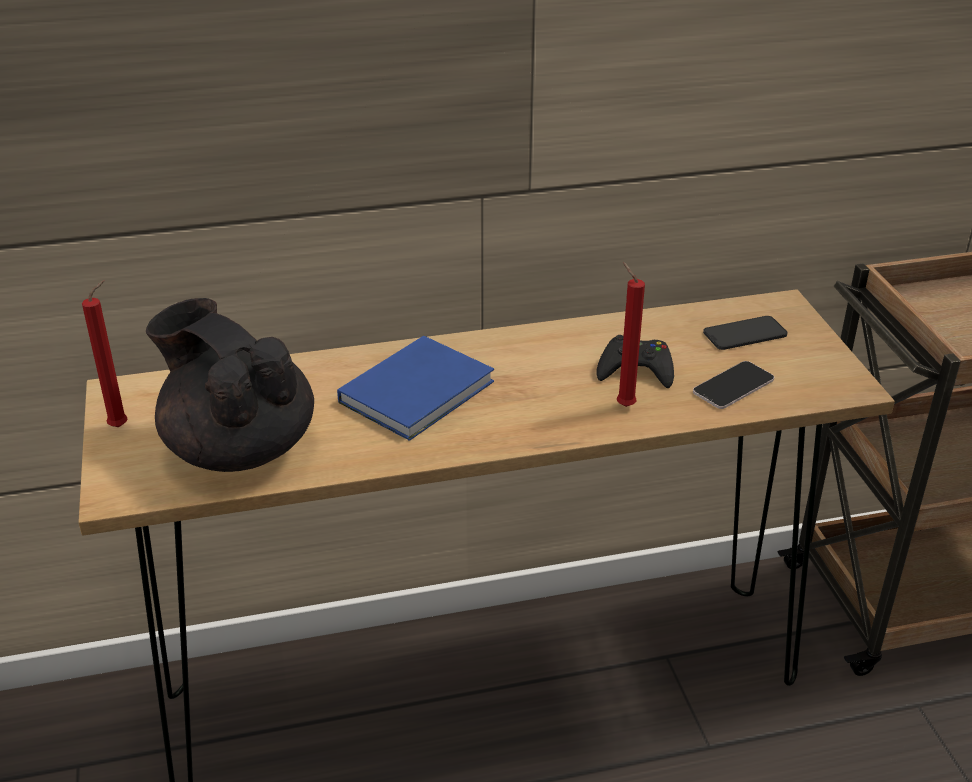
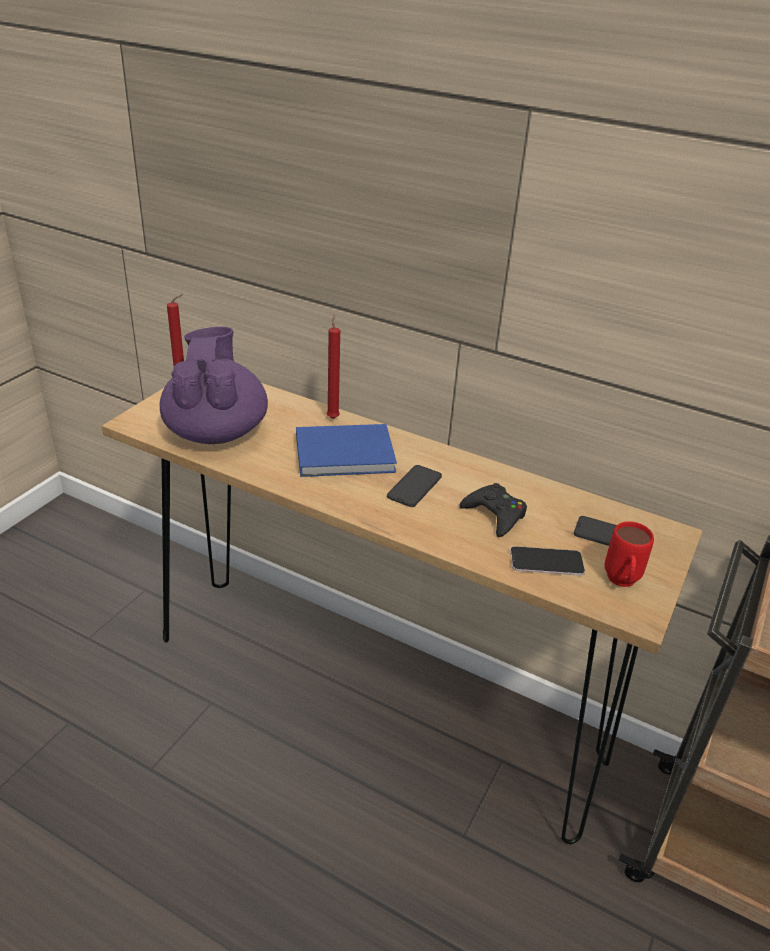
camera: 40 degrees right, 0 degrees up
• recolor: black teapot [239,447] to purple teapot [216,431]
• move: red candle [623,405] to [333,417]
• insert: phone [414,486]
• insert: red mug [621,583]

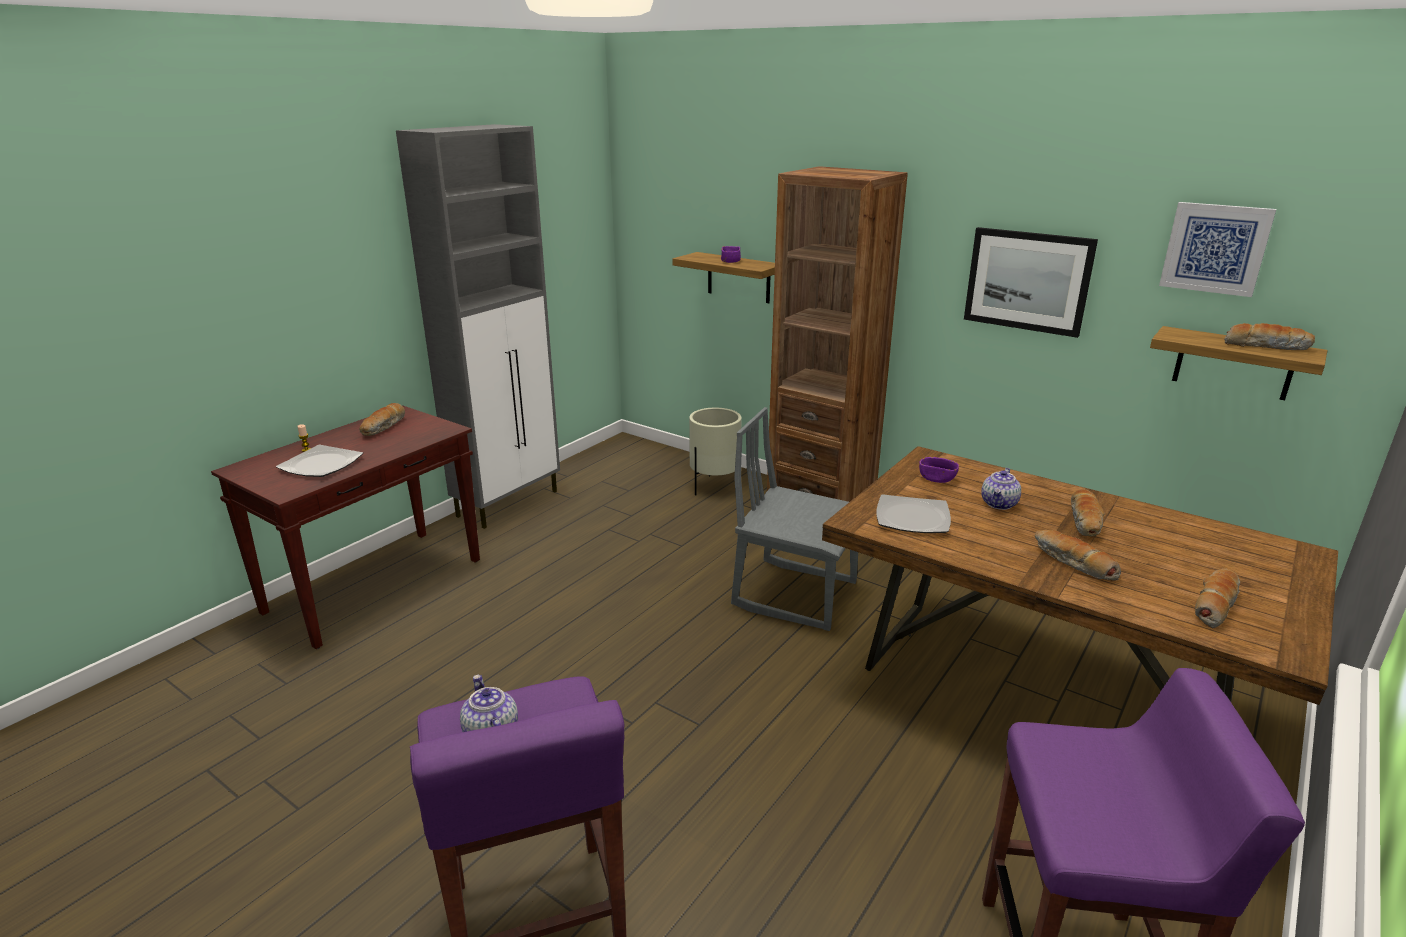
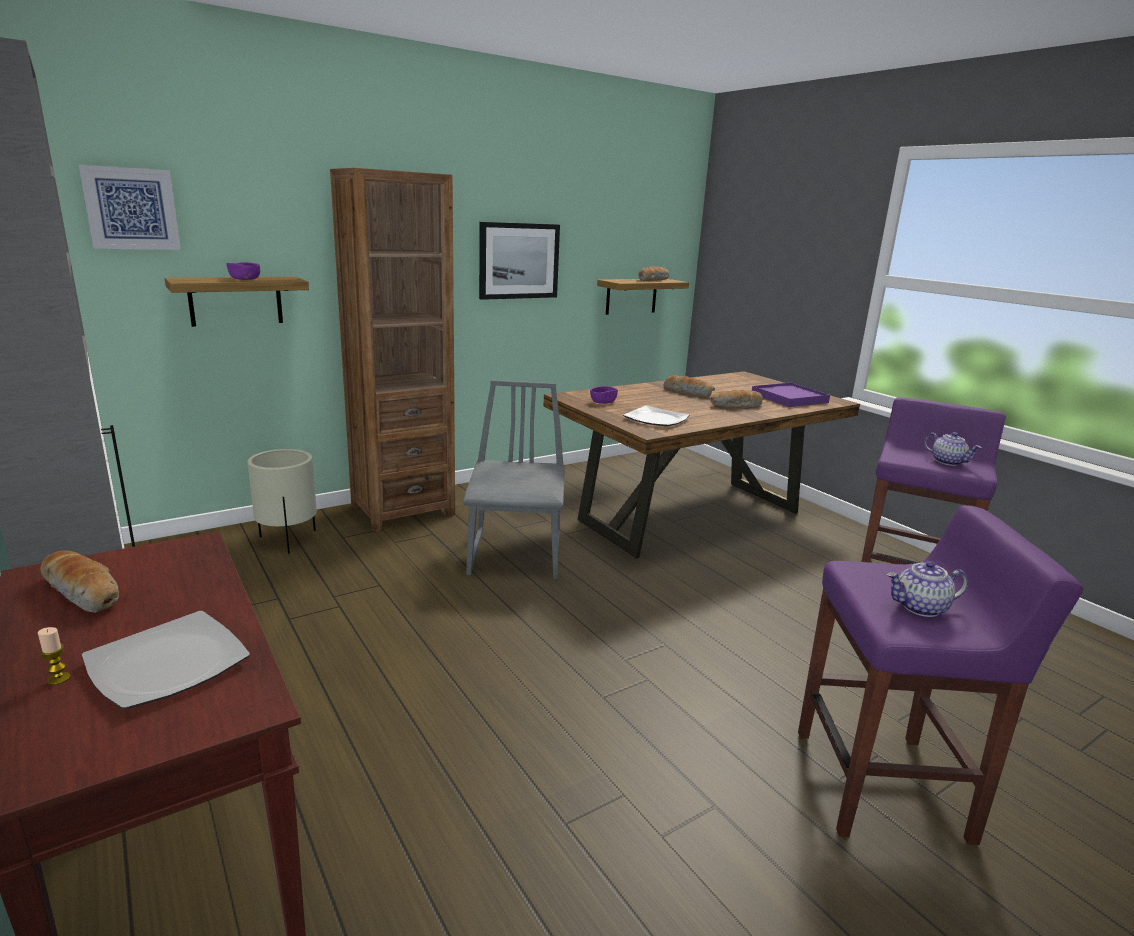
camera: 70 degrees left, 5 degrees down
• rotate: grey chair [795,593] = [517,555] 135 degrees clockwise
• move: teapot [999,504] to [948,462]
• move: picture [1215,248] to [131,208]
• replace: bread [1214,604] to purple tray [789,398]

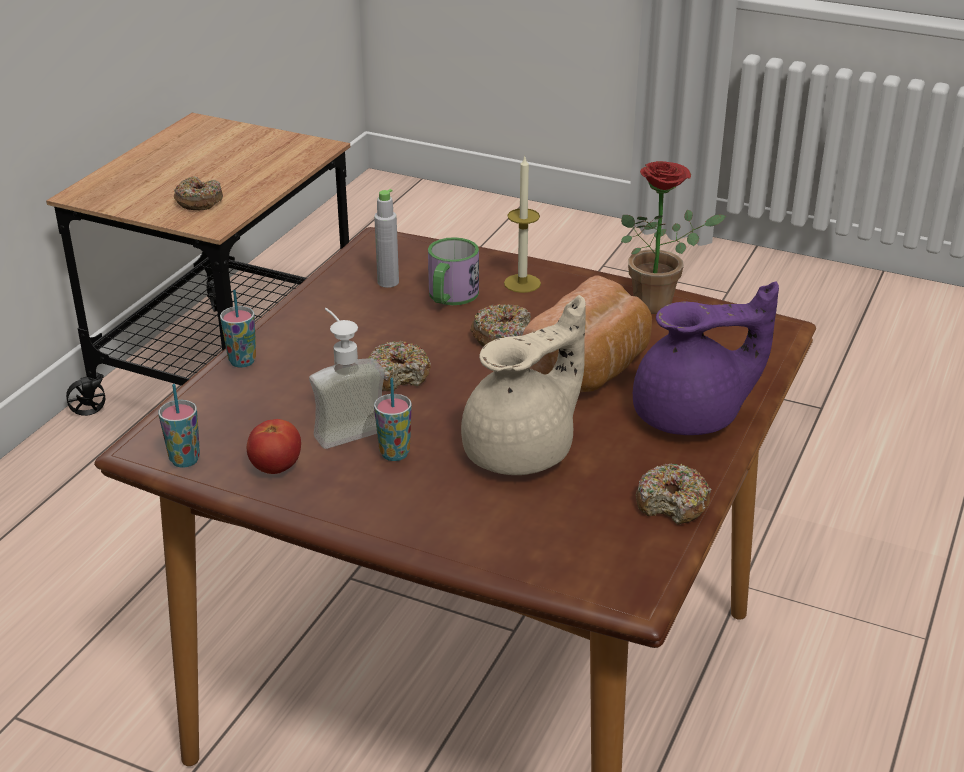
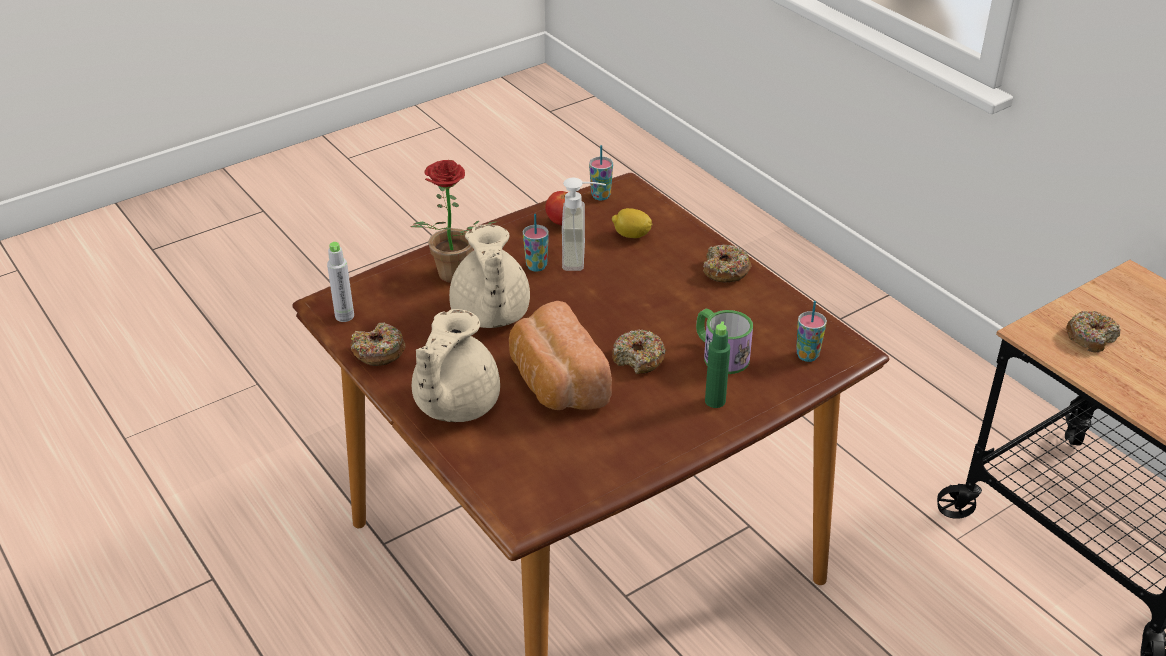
camera: 120 degrees right, 5 degrees up
• move: cup [242,361] to [807,355]
• move: donut [398,375] to [725,271]
• move: grey bottle [388,282] to [344,316]
• replace: candle [522,283] to green bottle [715,401]
• move: potted plant [660,303] to [451,278]
• recolor: purple teapot [692,417] to beige teapot [453,405]
• insert: lemon [631,235]

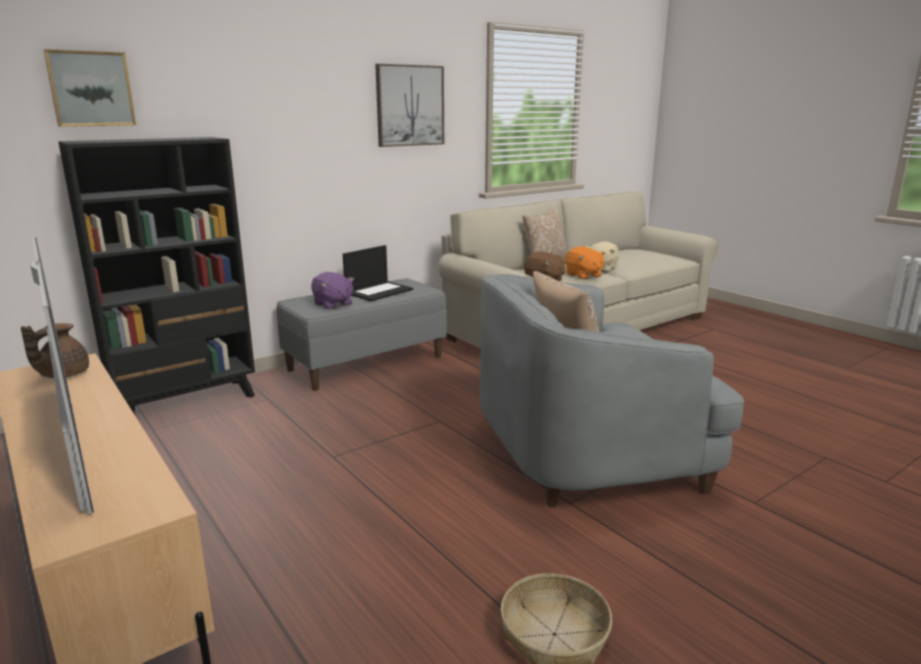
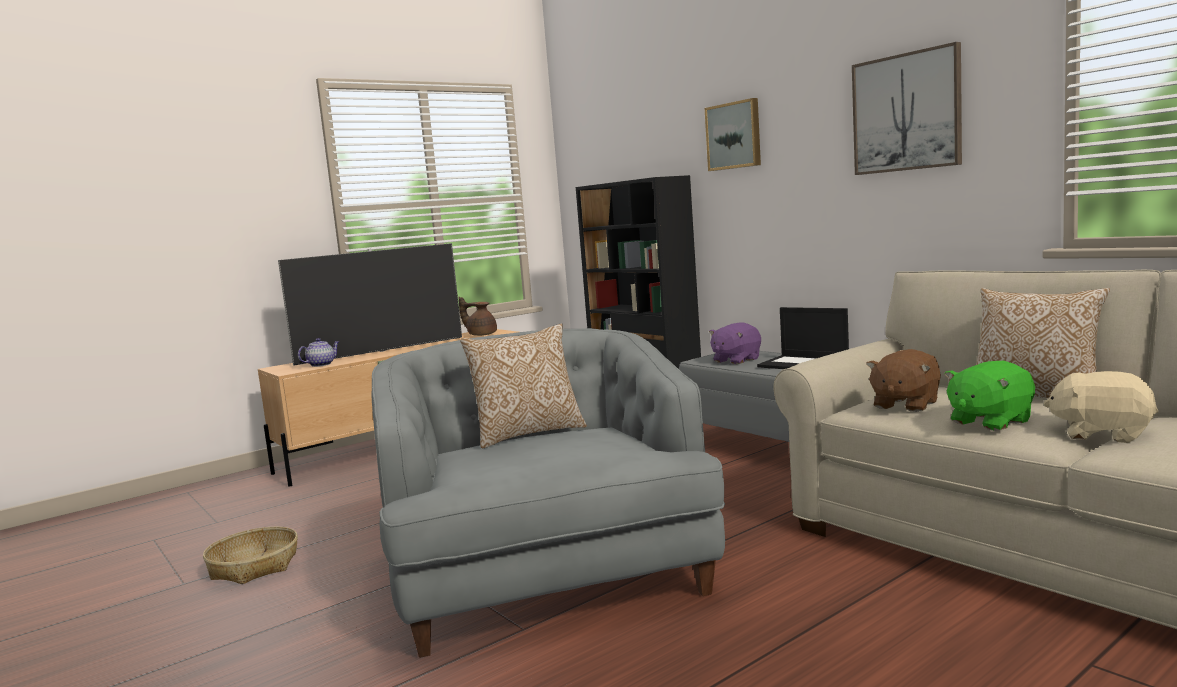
camera: 90 degrees right, 10 degrees down
• move: picture [90,89] to [734,135]
• recolor: orange plush toy [583,275] to green plush toy [989,421]
• insert: teapot [321,364]

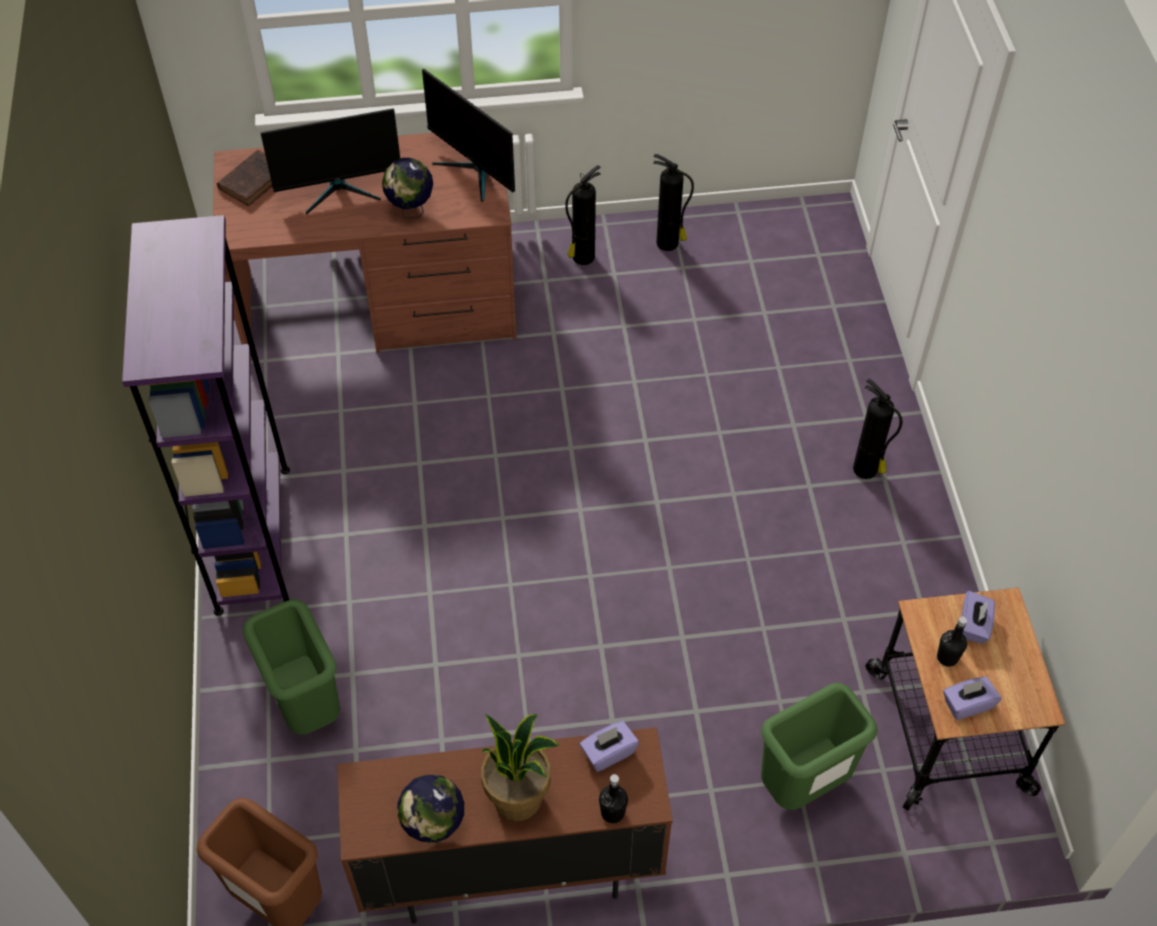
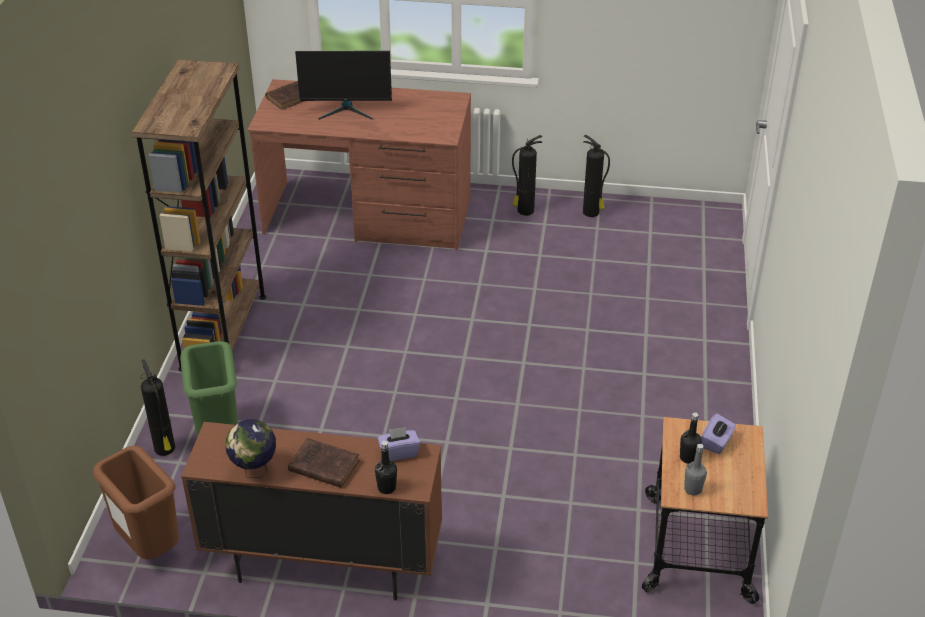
camera: 15 degrees right, 15 degrees down
• recolor: purple bookcase [253,538] to brown bookcase [223,332]
• delete: globe [411,211]
• delete: monitor [474,171]
• replace: potted plant [519,798] to brown book [322,466]
• delete: green trash can [803,786]
• move: fire extinguisher [866,470] to [165,449]
• replace: purple tissue box [967,704] to grey bottle [693,489]

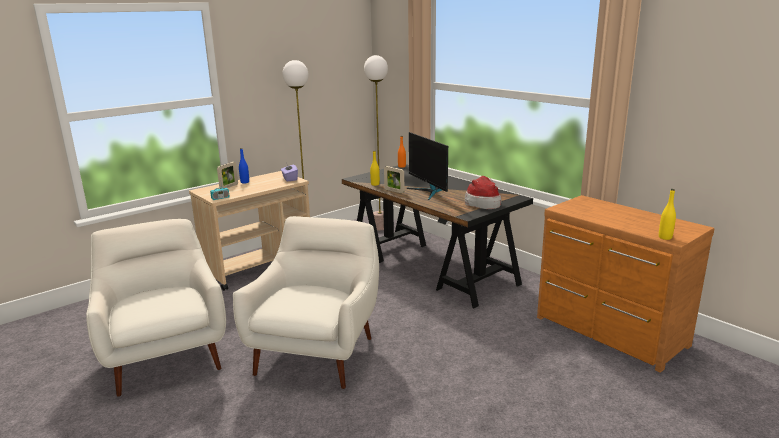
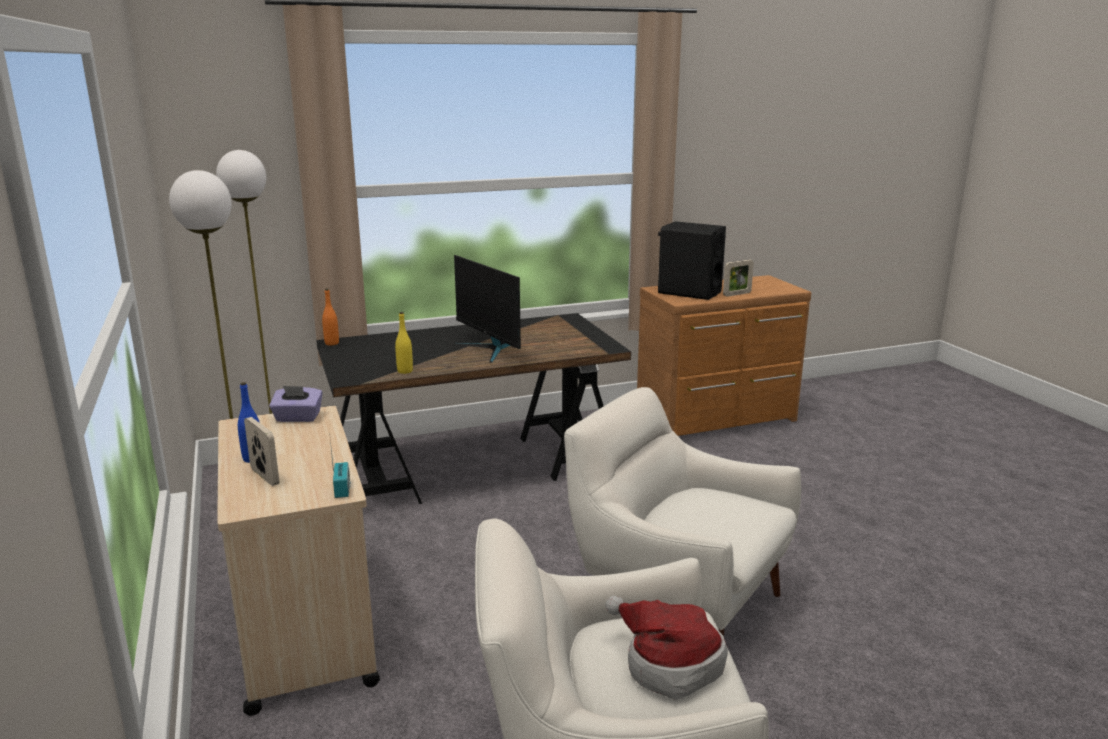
camera: 70 degrees left, 0 degrees up
• move: picture frame [394,191] to [737,294]
• rotate: monitor [429,192] = [490,349] 60 degrees clockwise
• move: hat [483,203] to [668,664]
• delete: yellow bottle [665,237]
• insert: black speaker [689,292]

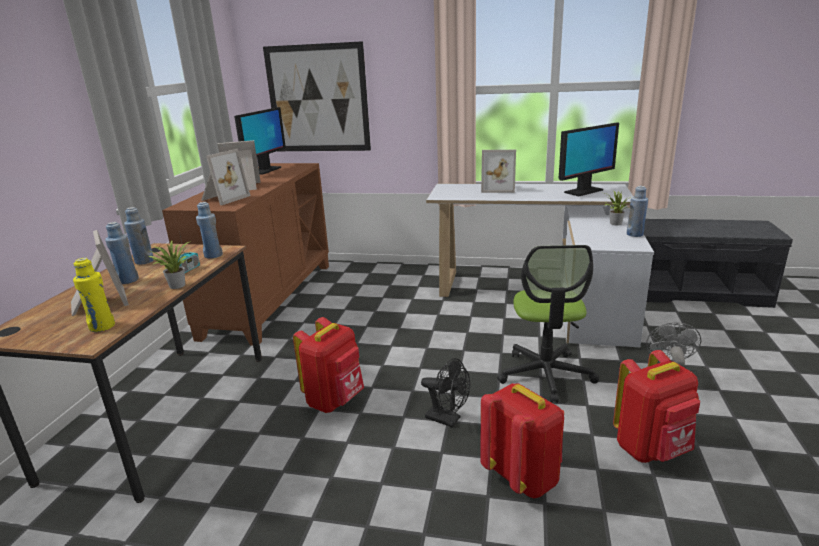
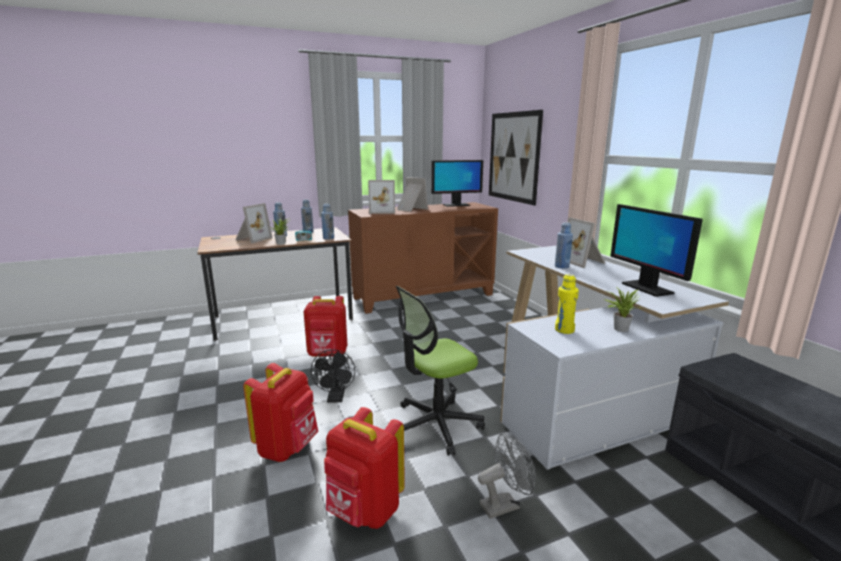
camera: 55 degrees right, 5 degrees down
• move: yellow bottle [102,327] to [564,330]
• rotate: monitor [583,191] = [646,288] 45 degrees clockwise
• move: blue bottle [634,234] to [562,266]

